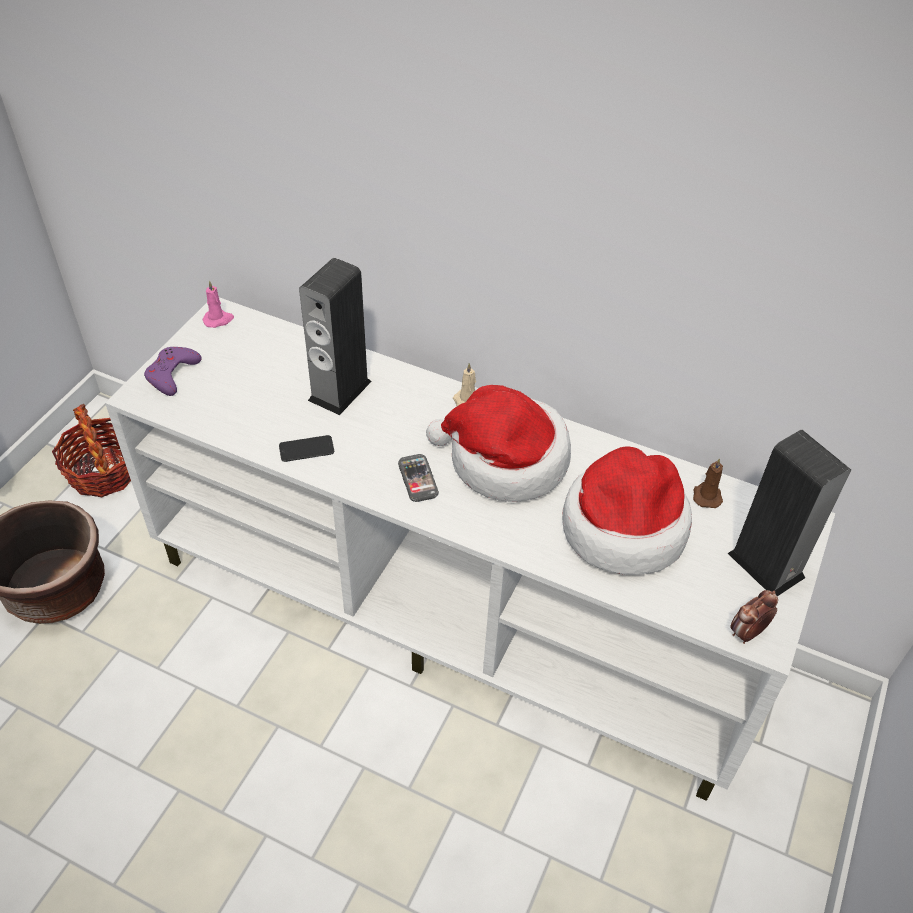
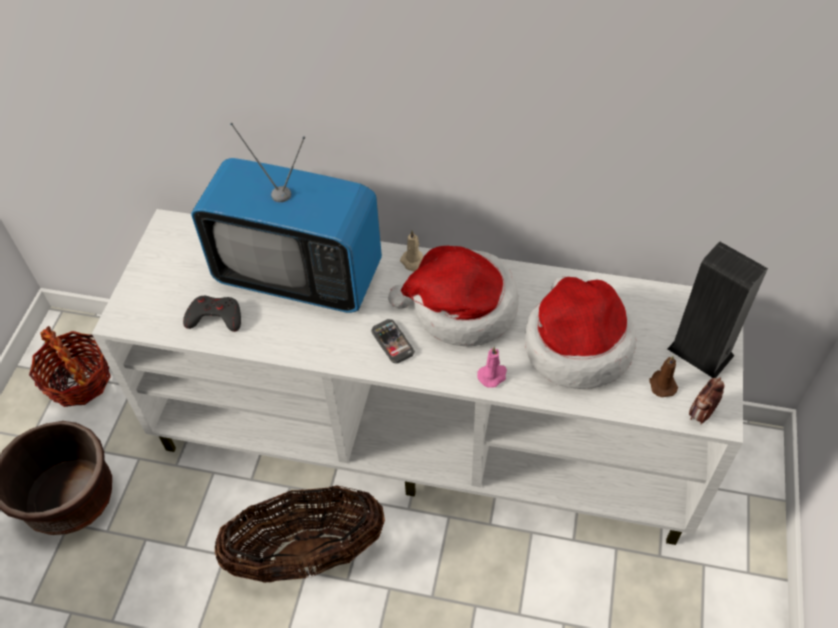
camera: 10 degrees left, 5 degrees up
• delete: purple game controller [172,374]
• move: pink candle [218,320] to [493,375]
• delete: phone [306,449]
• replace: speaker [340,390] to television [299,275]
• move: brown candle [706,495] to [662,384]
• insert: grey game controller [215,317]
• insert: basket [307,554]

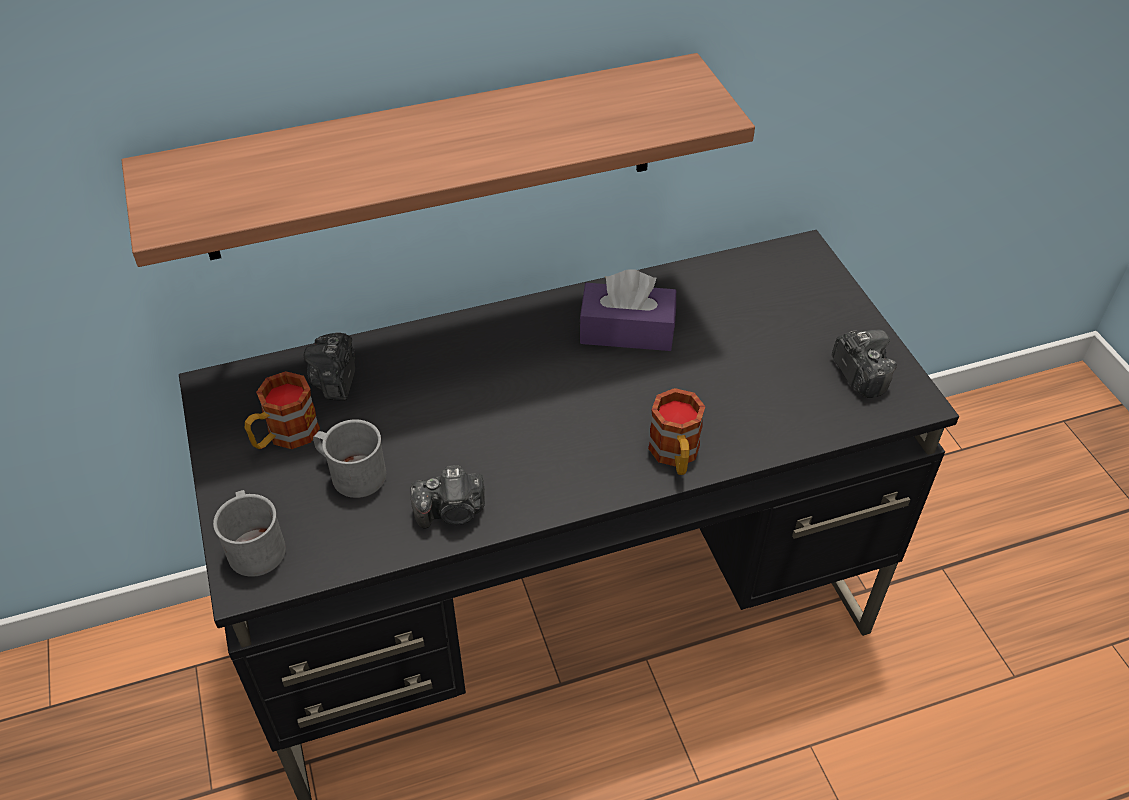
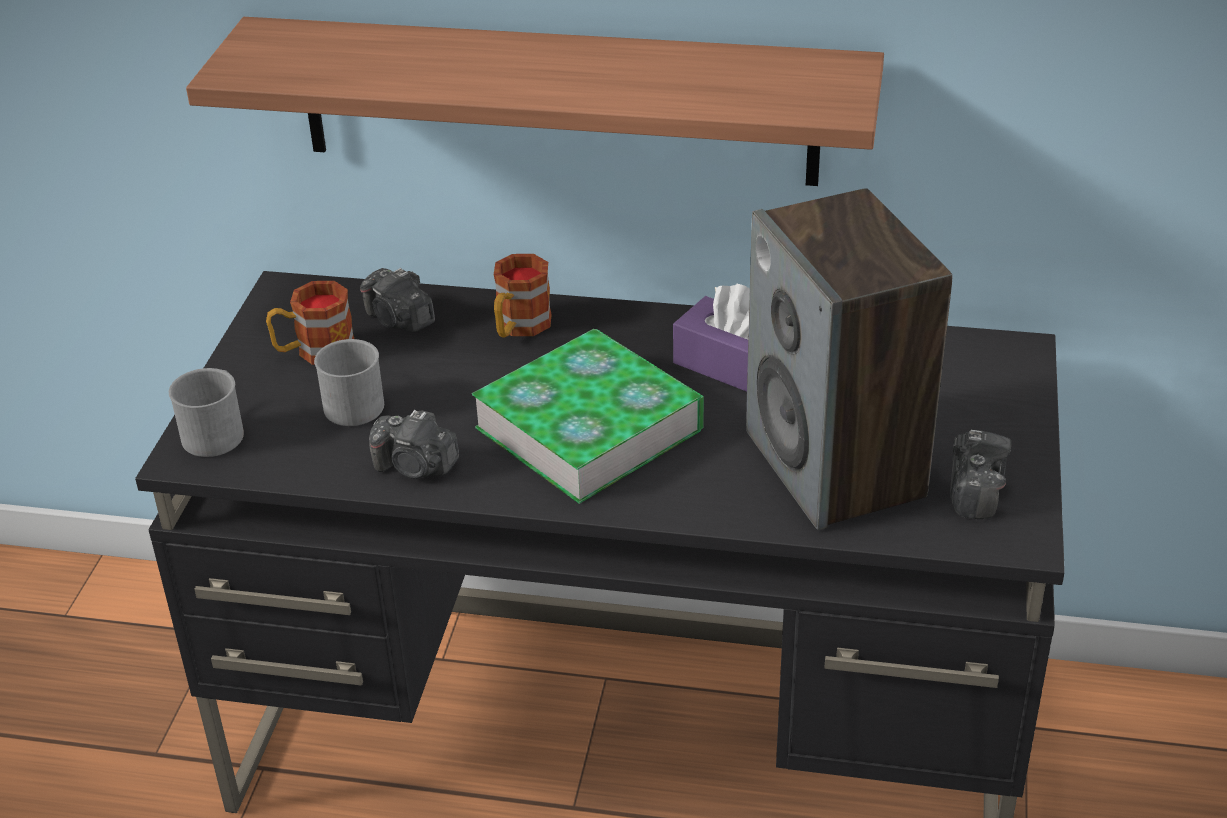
camera: 30 degrees right, 10 degrees down
• rotate: photo camera [335,380] = [399,320] 75 degrees counterclockwise
• move: mug [675,455] to [519,327]
• insert: book [589,428]
• insert: speaker [836,465]

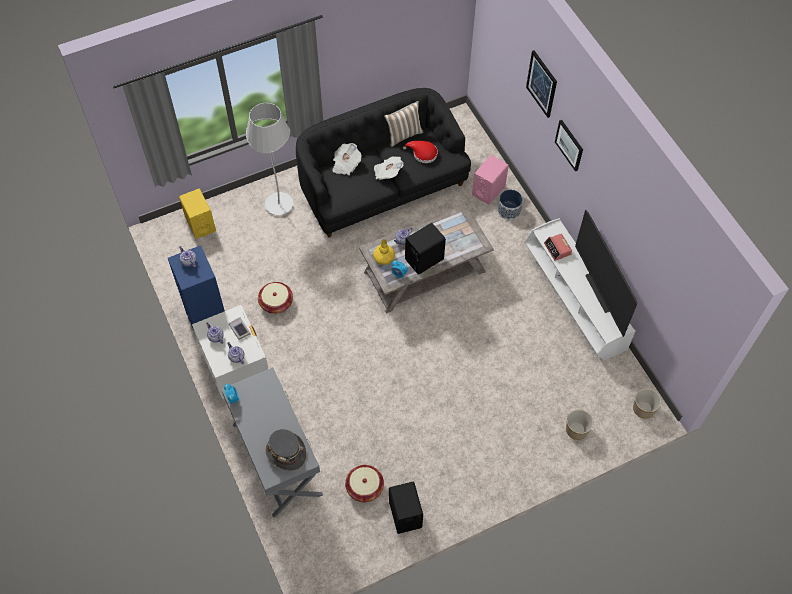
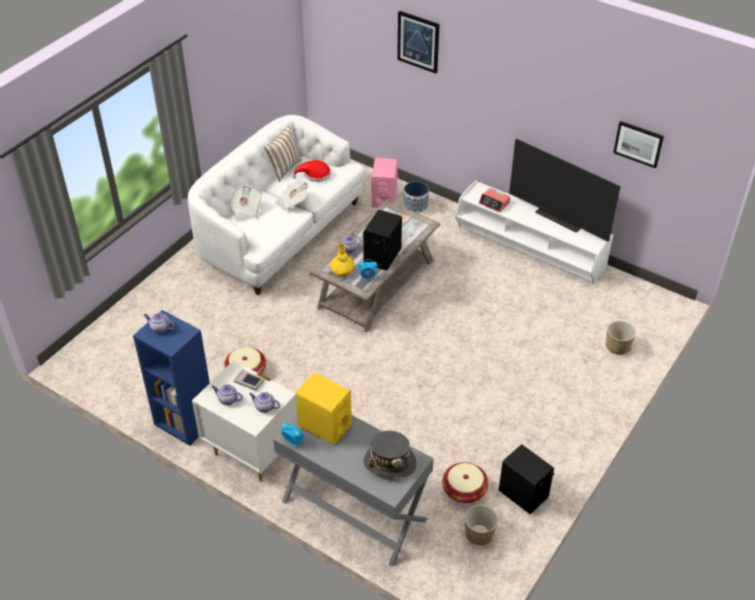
camera: 30 degrees left, 15 degrees down
• move: yellow speaker [200,224] to [324,426]
• delete: white floor lamp [279,205]
• recolor: black sofa [382,186] to white sofa [280,233]
• move: picture [569,145] to [638,143]
• move: planter [643,409] to [479,534]

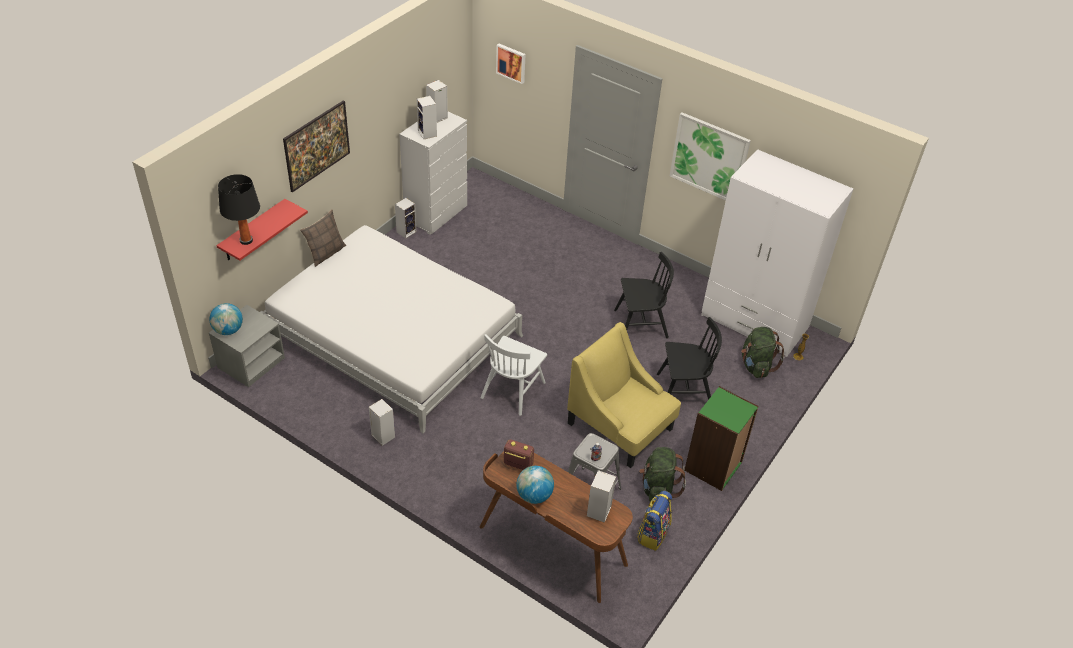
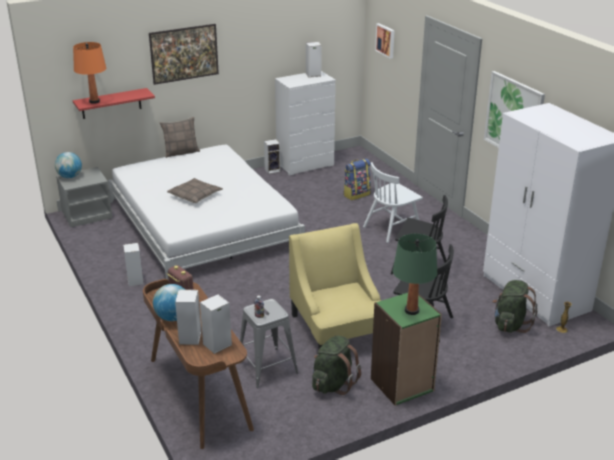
camera: 30 degrees right, 15 degrees down
• recolor: black table lamp [246,240] to orange table lamp [94,101]
• move: speaker [428,134] to [190,338]
• move: white chair [513,390] to [392,228]
• move: backpack [653,533] to [356,194]
• insert: pillow [195,195]
• insert: green table lamp [412,310]

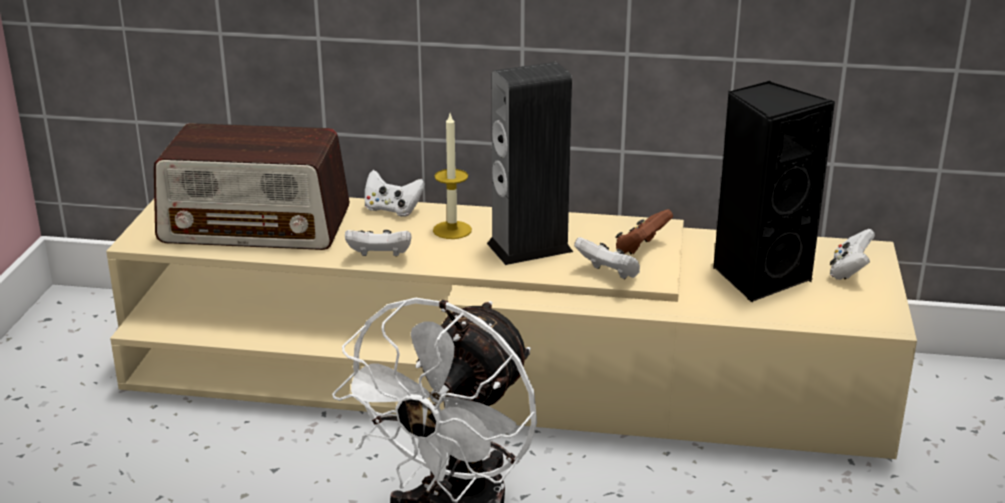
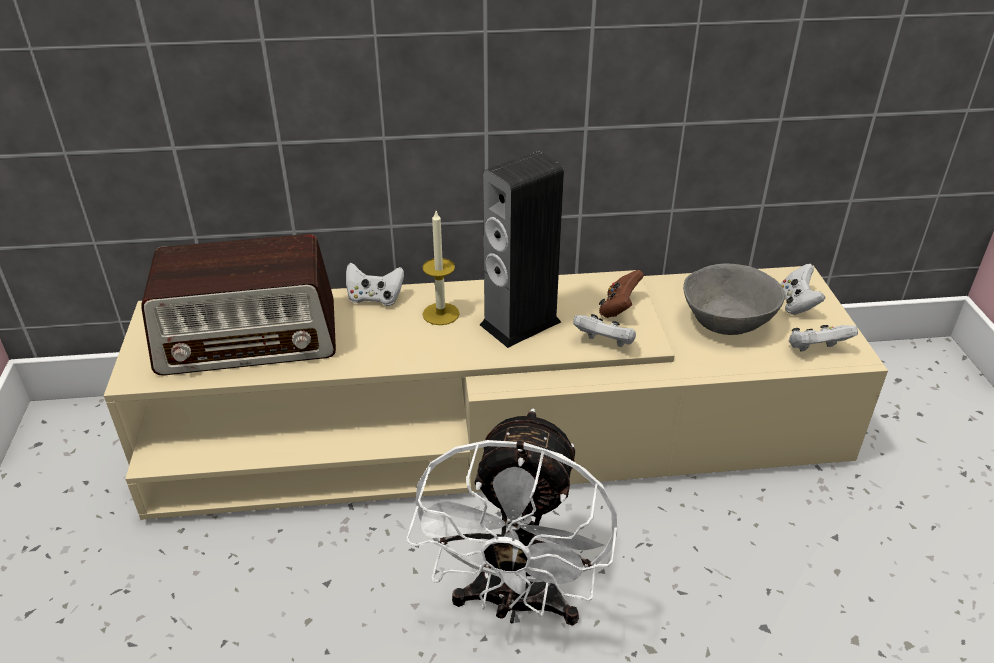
camera: 15 degrees left, 10 degrees up
• move: white game controller [380,257] to [816,350]
• replace: black speaker [758,277] to grey bowl [727,322]

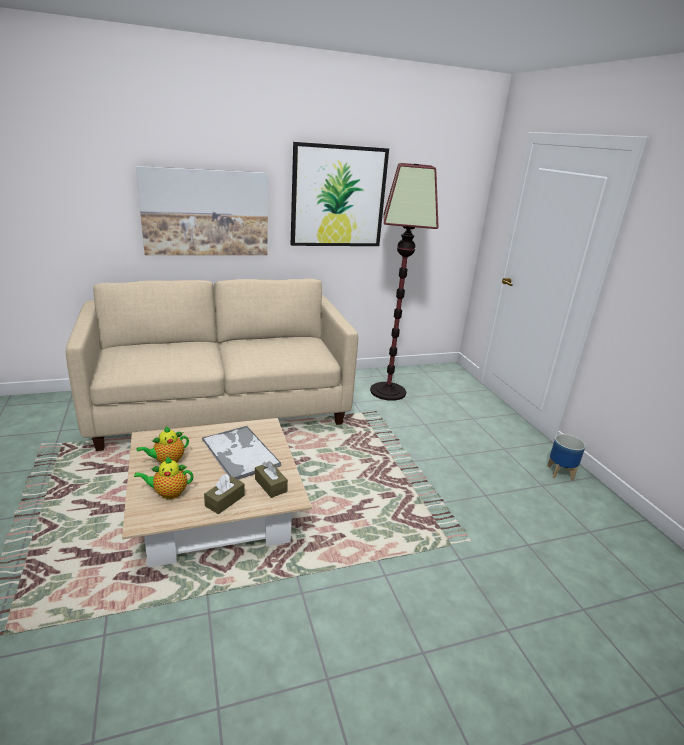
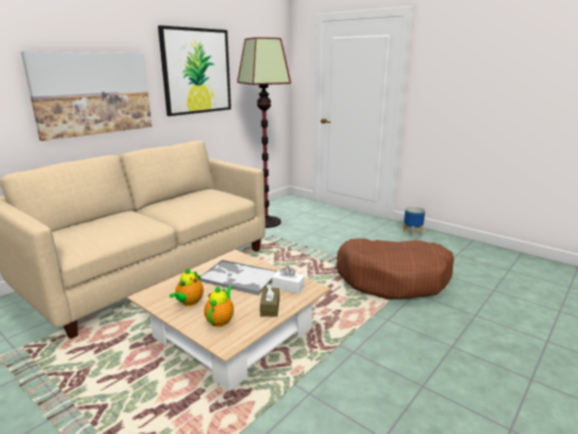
camera: 30 degrees left, 5 degrees down
• rotate: teapot [168,493] = [221,320] 150 degrees clockwise
• recolor: brown tissue box [270,485] to white tissue box [288,287]
• insert: brown dog bed [393,279]

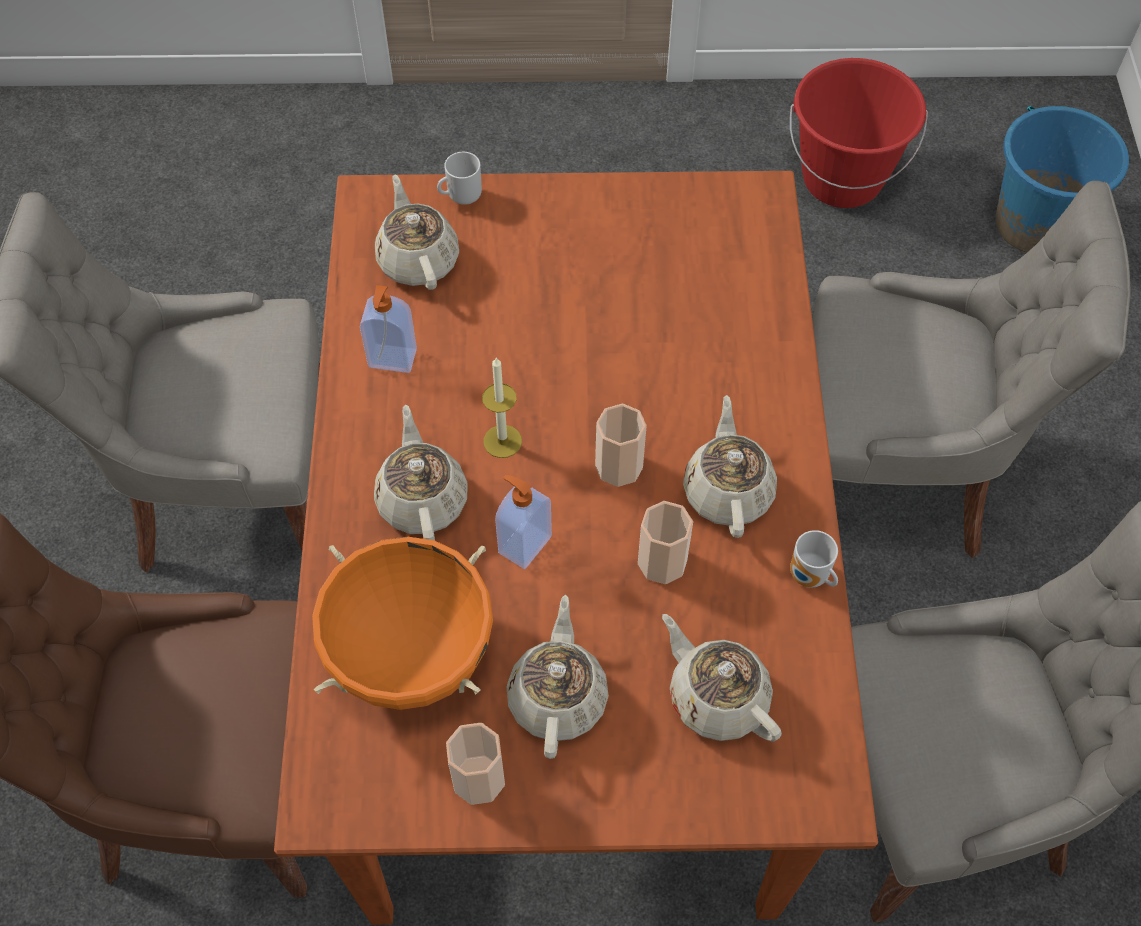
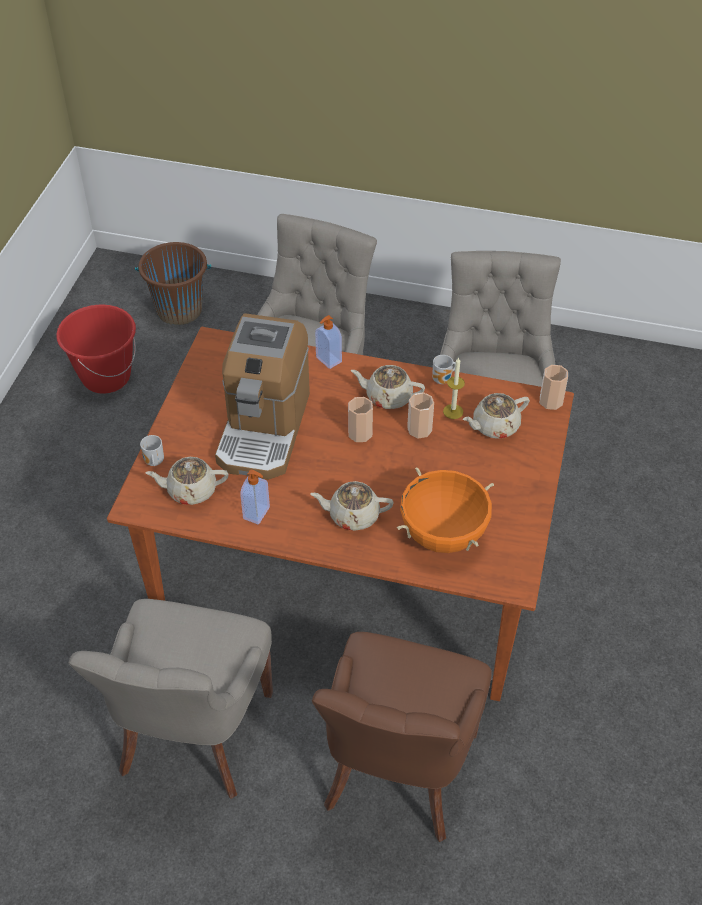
camera: 75 degrees left, 10 degrees down
• move: cup [478,779] to [551,401]
• move: candle [502,441] to [453,411]
• move: soap dispenser [523,544] to [328,360]
• delete: beige teapot [558,697]
• recolor: blue bucket [1035,225] to brown bucket [179,310]
• insert: coffee machine [264,428]

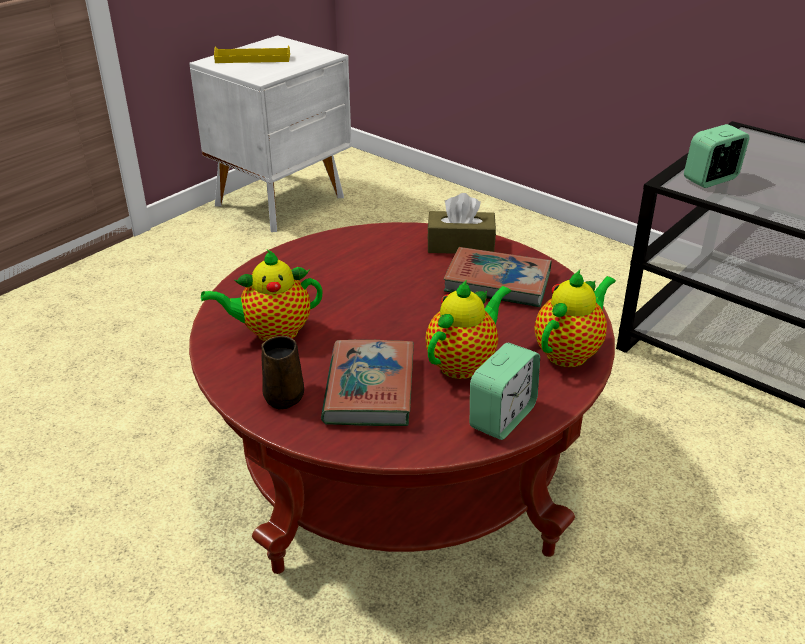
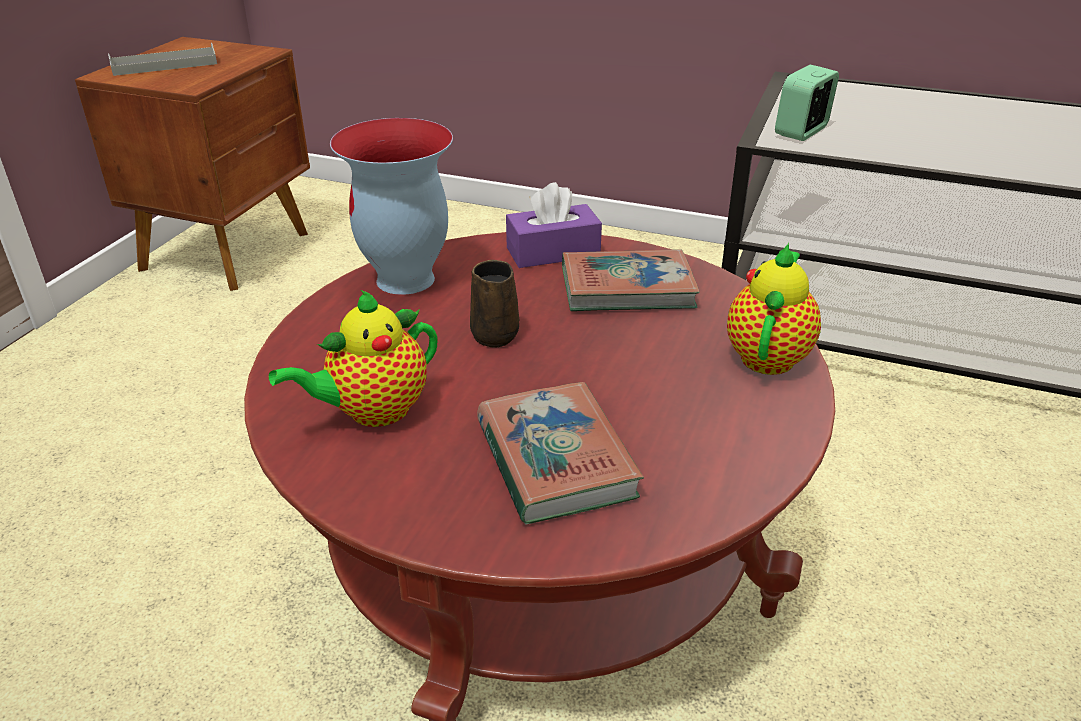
camera: 20 degrees left, 0 degrees up
• recolor: white nightstand [282,201] to brown nightstand [229,250]
• recolor: yellow tray [253,58] to grey tray [165,65]
• move: brown mug [285,396] to [495,334]
• delete: teapot [464,363]
• recolor: brown tissue box [460,245] to purple tissue box [553,252]
• delete: alarm clock [502,417]
• insert: vase [406,280]

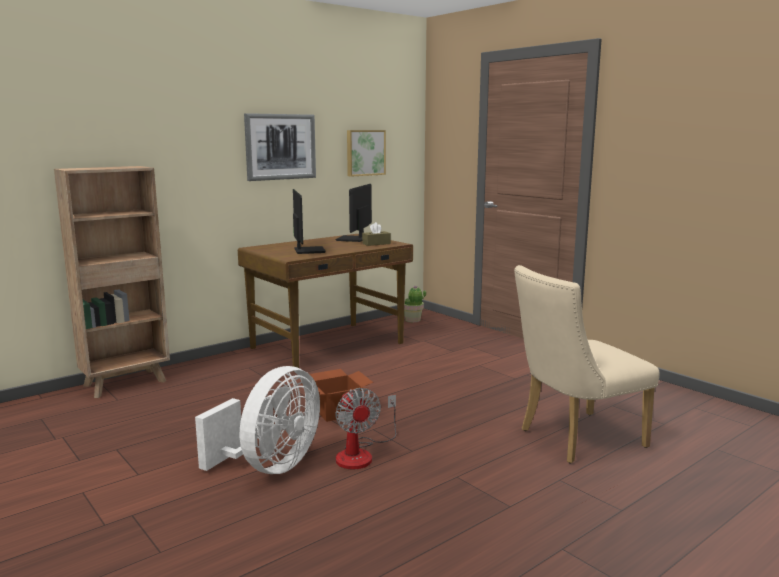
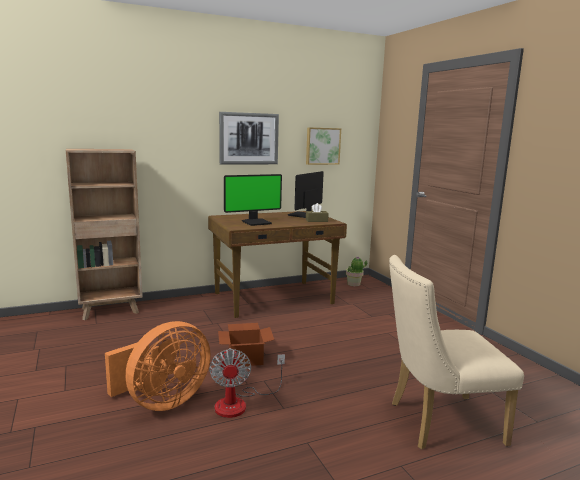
camera: 15 degrees right, 0 degrees up
• recolor: white fan [270,466] to orange fan [162,401]
• rotate: monitor [307,251] = [256,222] 60 degrees clockwise

